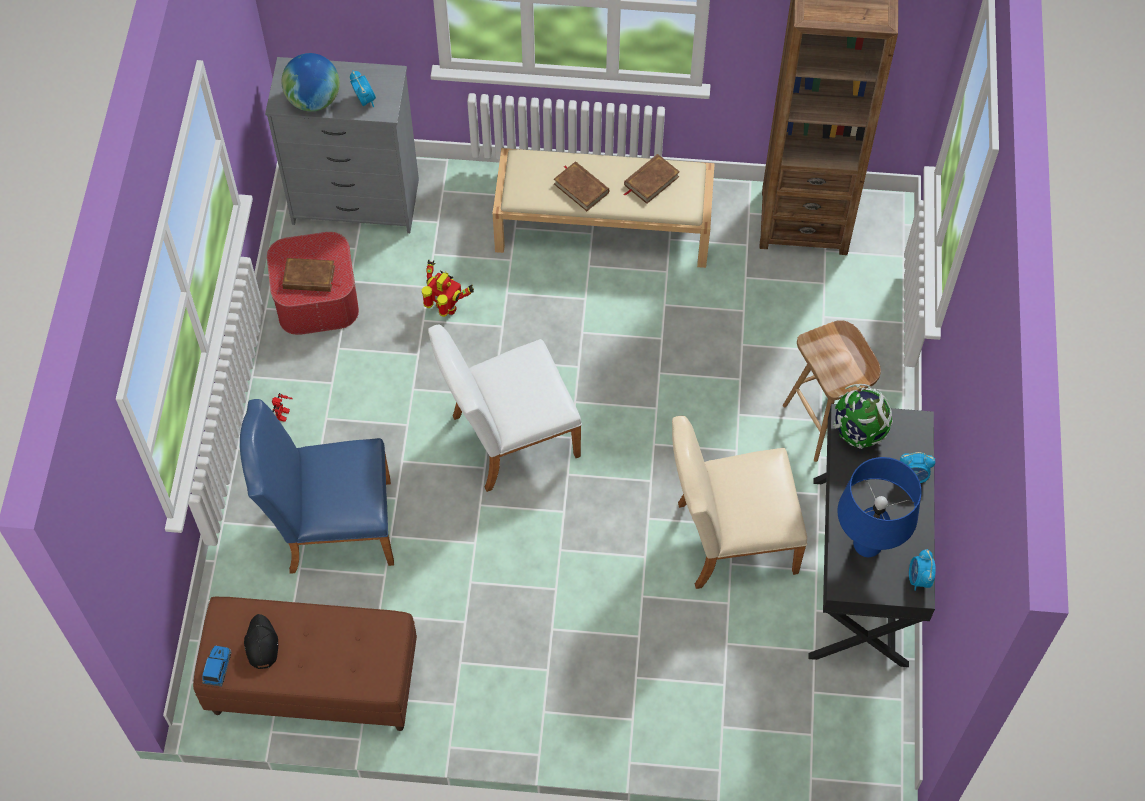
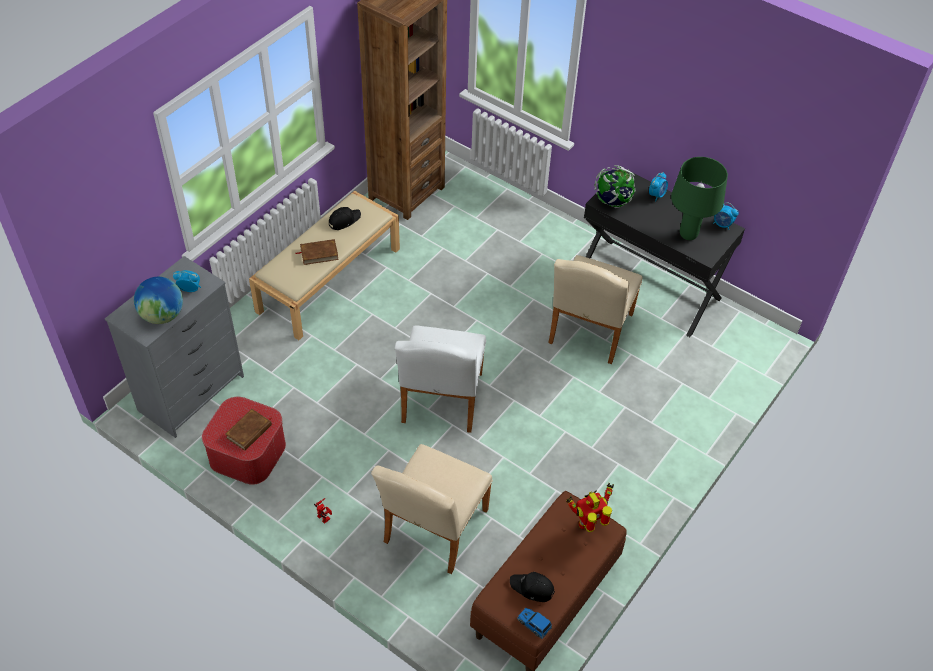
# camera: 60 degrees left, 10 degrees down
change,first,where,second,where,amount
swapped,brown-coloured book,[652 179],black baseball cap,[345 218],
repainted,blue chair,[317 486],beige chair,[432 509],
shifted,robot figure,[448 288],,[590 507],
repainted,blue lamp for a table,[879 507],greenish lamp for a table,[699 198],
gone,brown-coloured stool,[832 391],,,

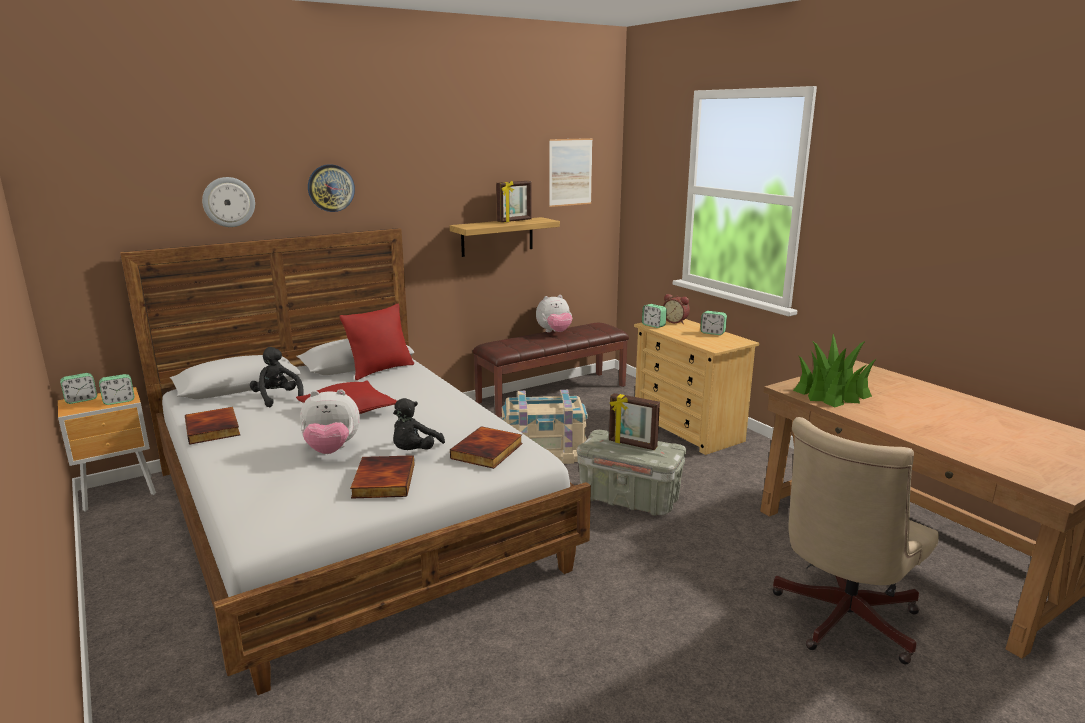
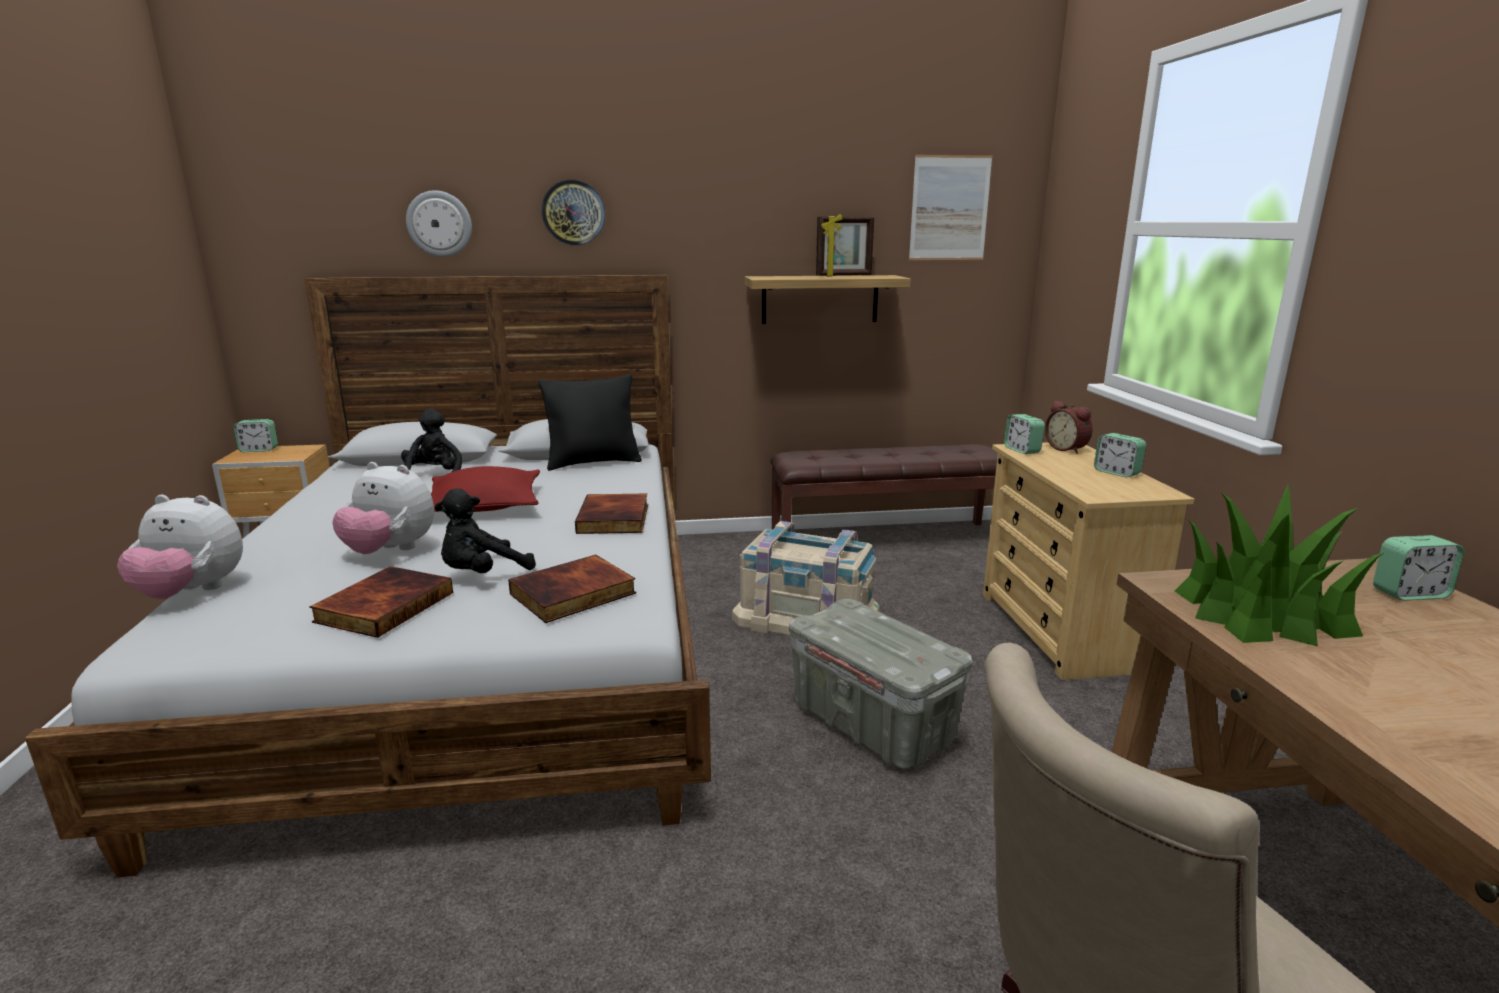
# camera: 25 degrees right, 0 degrees up
change,first,where,second,where,amount
shifted,soft toy,[554 313],,[180 547],
repainted,red throw pillow,[377 341],black throw pillow,[590 422],
shifted,book,[212 426],,[611 514],
shifted,table clock,[116 389],,[1418 568],
gone,photo frame,[634 421],,,

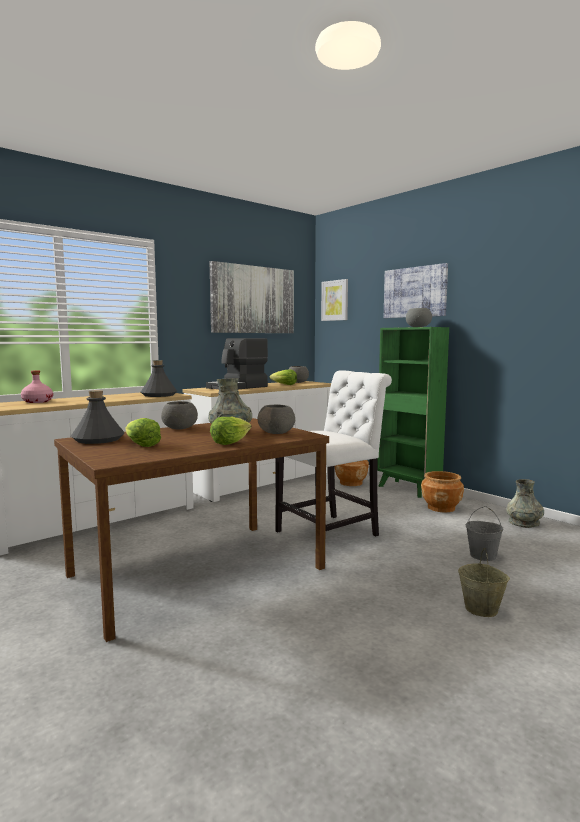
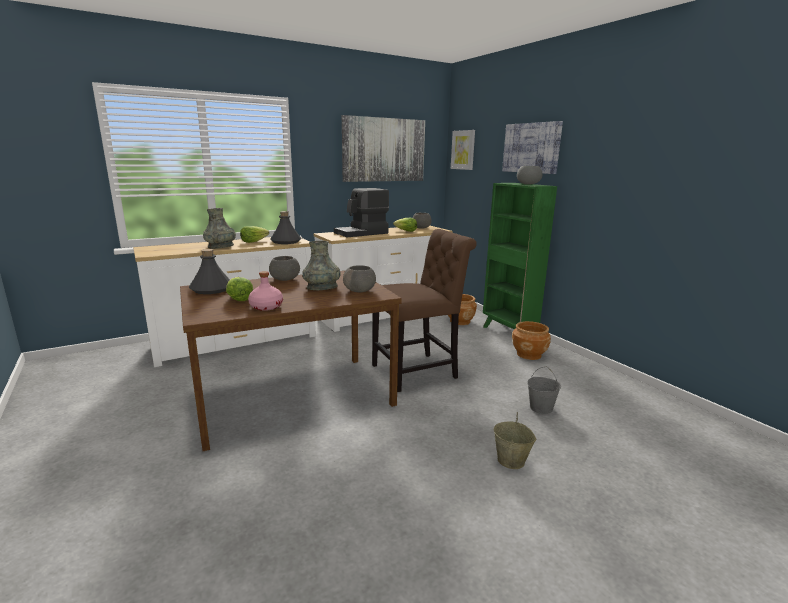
# camera: 10 degrees right, 10 degrees up
change,first,where,second,where,amount
shifted,gray flower vase,[525 503],,[219 228],
shifted,head of lettuce,[231 431],,[254 234],
shifted,pink bottle,[37 386],,[265 291],
repainted,white chair,[333 453],brown-coloured chair,[424 310],

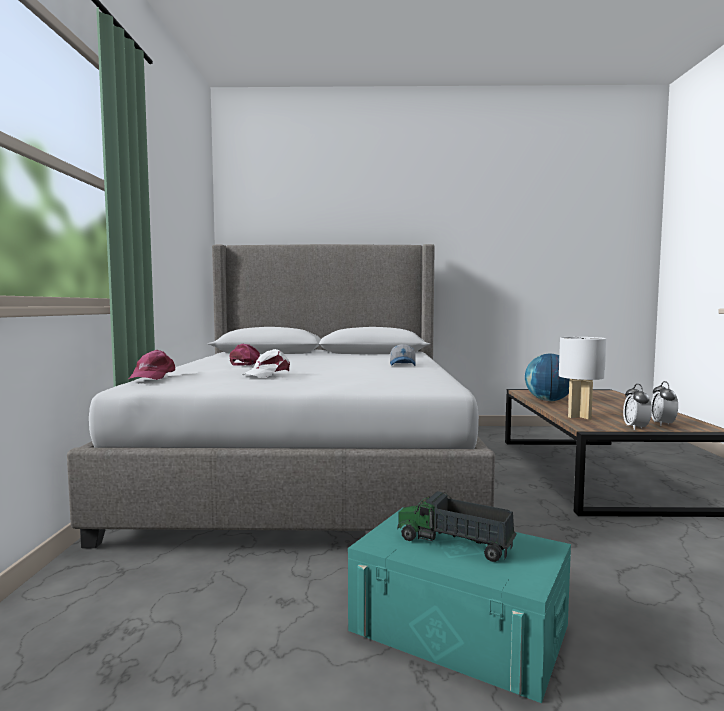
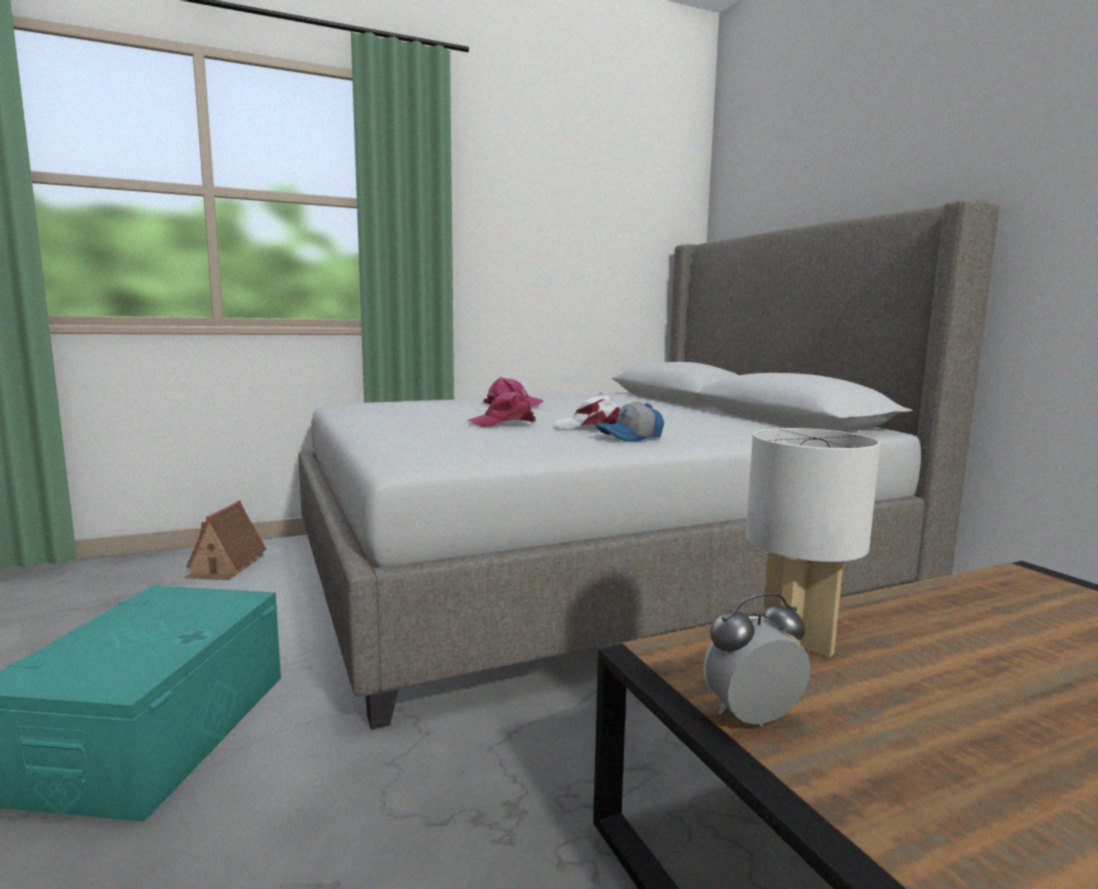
# camera: 65 degrees right, 5 degrees up
change,first,where,second,where,amount
new,,,miniature house,[225 540],
shifted,pink baseball cap,[152 365],,[501 409],
shifted,white baseball cap,[266 363],,[588 412],
gone,model truck,[457 526],,,
gone,desk globe,[547 377],,,
gone,table clock,[664 403],,,

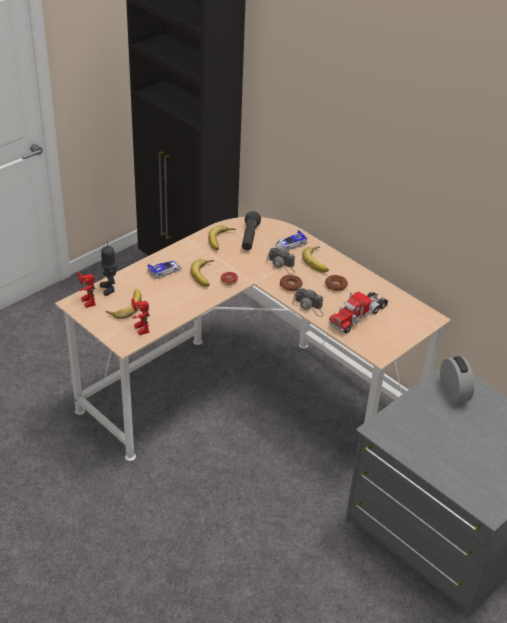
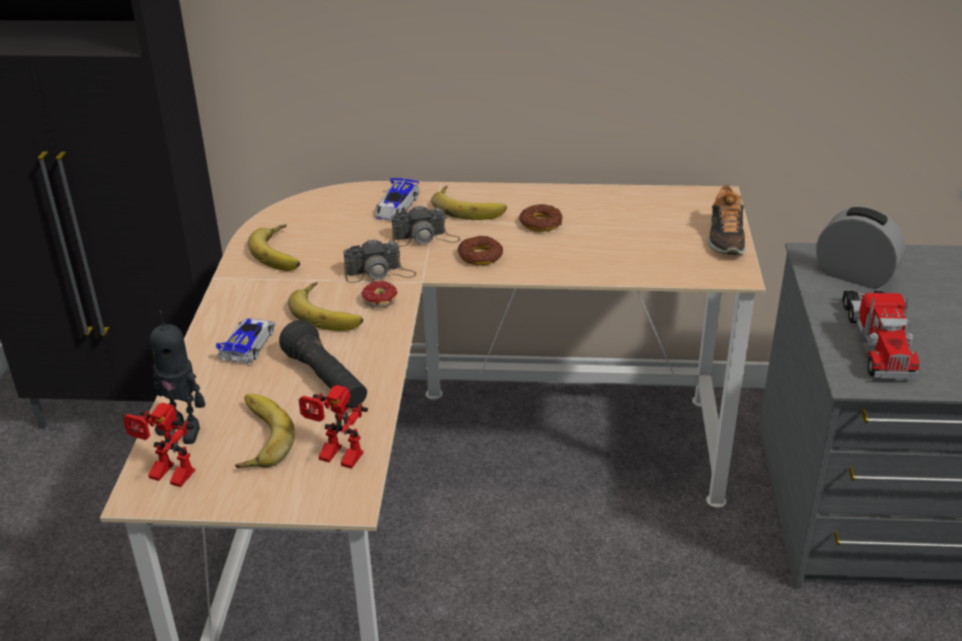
# camera: 40 degrees left, 5 degrees down
change,first,where,second,where,amount
shifted,black flashlight,[251 230],,[323 362],
shifted,still camera,[308 302],,[380 260],
new,,,item of footwear,[727 220],
shifted,model truck,[358 312],,[880 333],

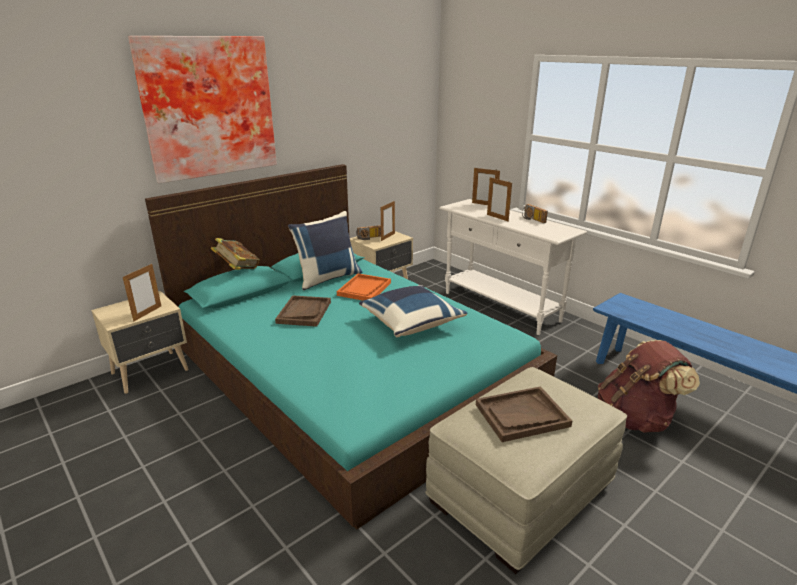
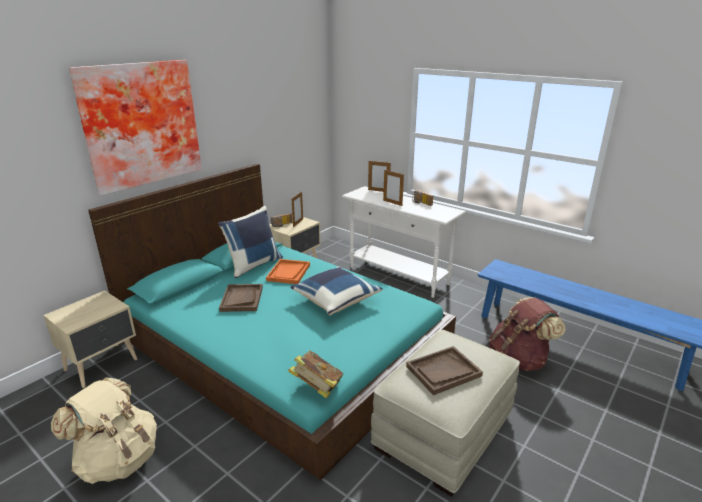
# camera: 10 degrees left, 0 degrees up
change,first,where,second,where,amount
new,,,beige backpack,[104 430],
shifted,book,[235 254],,[315 374],
gone,photo frame,[142 293],,,

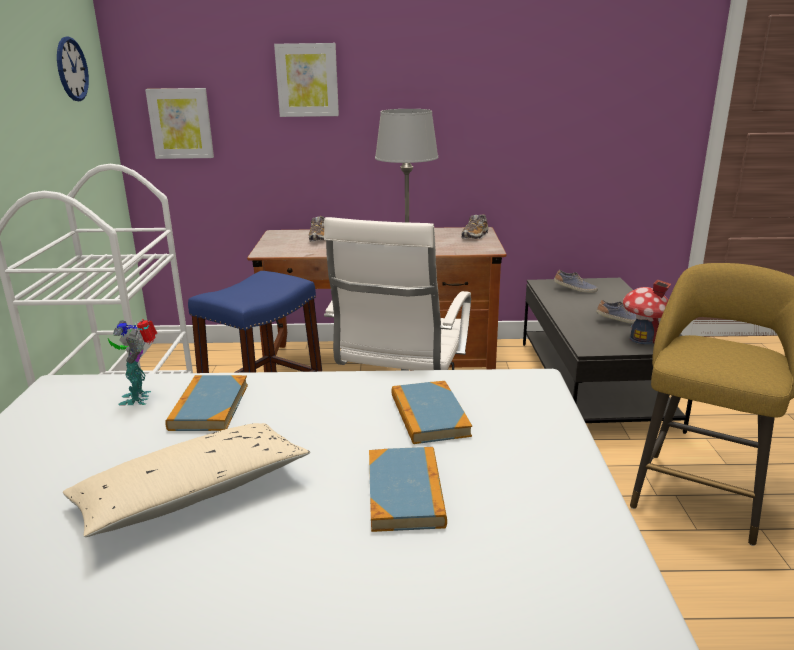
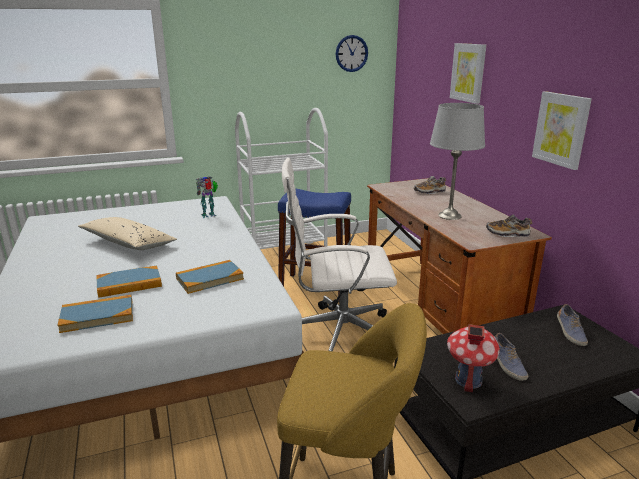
# camera: 70 degrees right, 0 degrees up
change,first,where,second,where,amount
shifted,book,[206 403],,[95 314],
shifted,picture,[179 123],,[562 130],

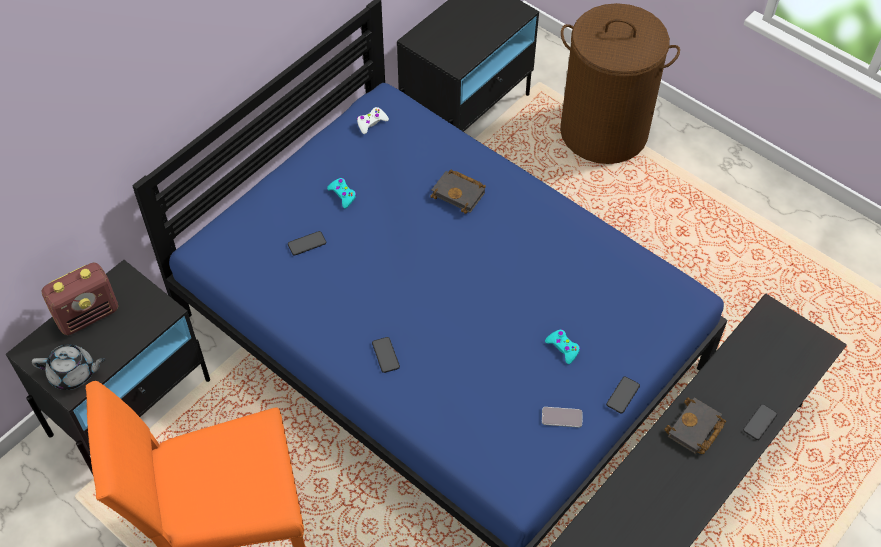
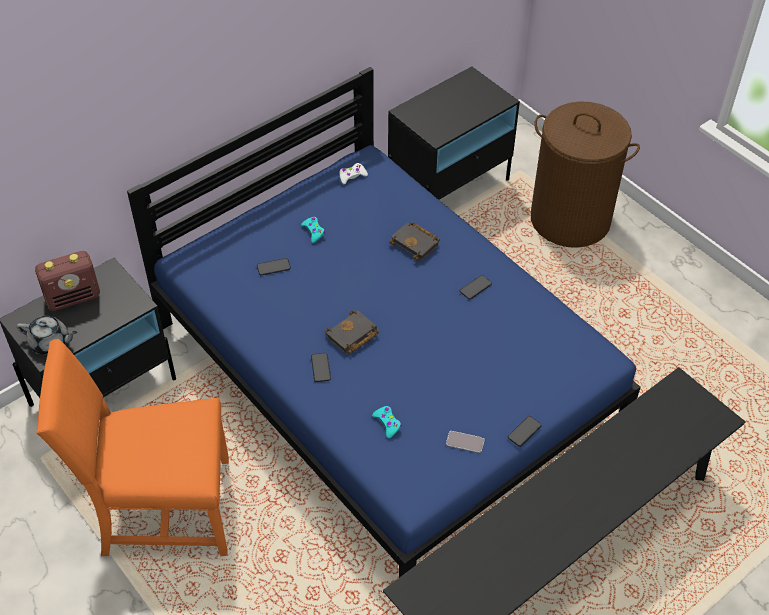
# camera: 10 degrees right, 5 degrees down
change,first,where,second,where,amount
shifted,black book,[695 425],,[352 332],
shifted,turquoise-coloured gamepad,[562 346],,[387 422],
shifted,telephone,[760 422],,[476 287],

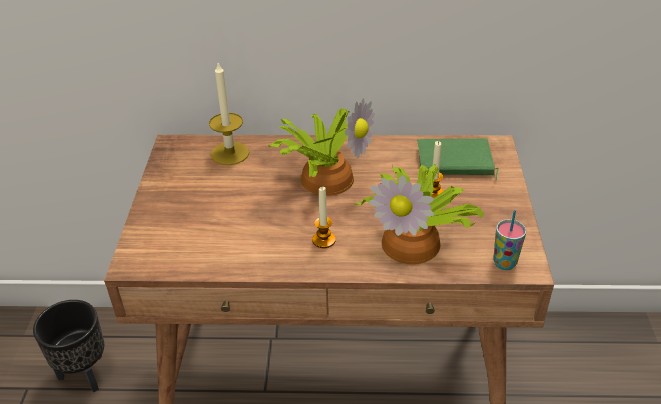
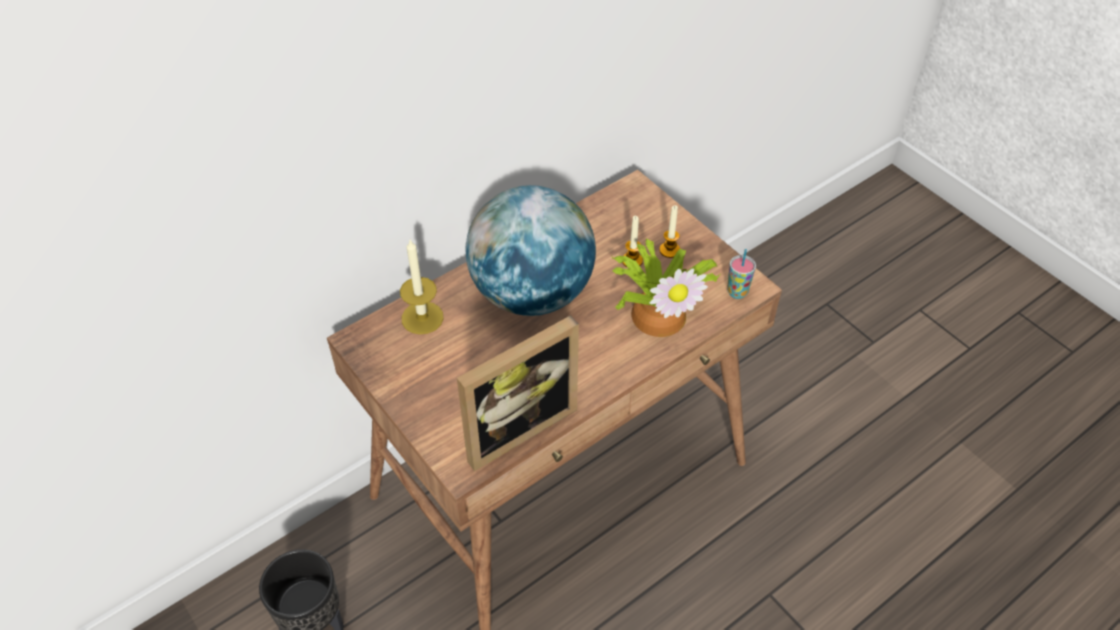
# camera: 40 degrees left, 10 degrees up
change,first,where,second,where,amount
new,,,photo frame,[518 393],
swapped,potted plant,[321 147],desk globe,[530 250],
shifted,candle,[324 217],,[669 231],
gone,greenish book,[458 159],,,

